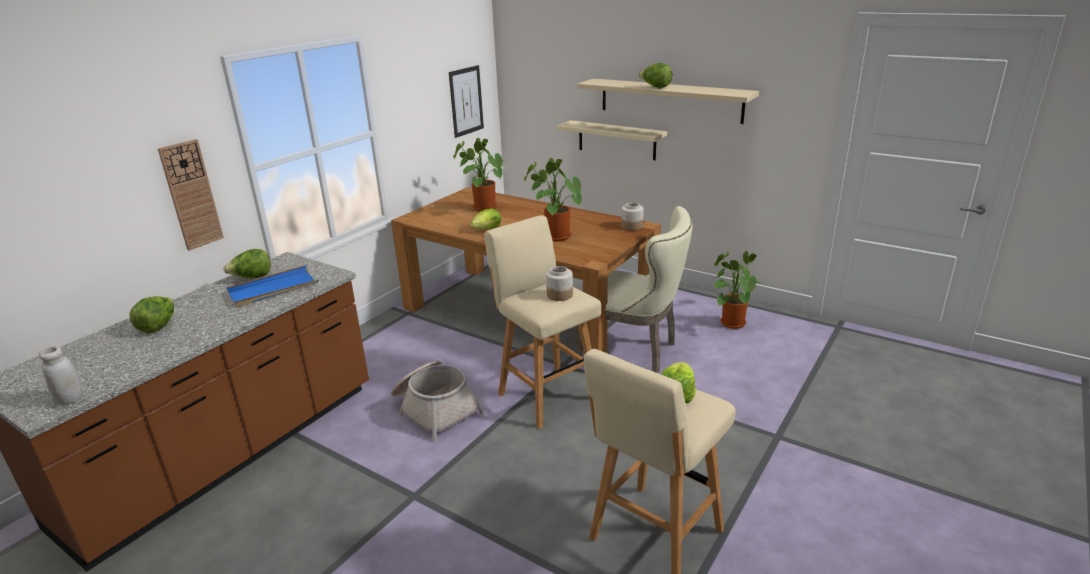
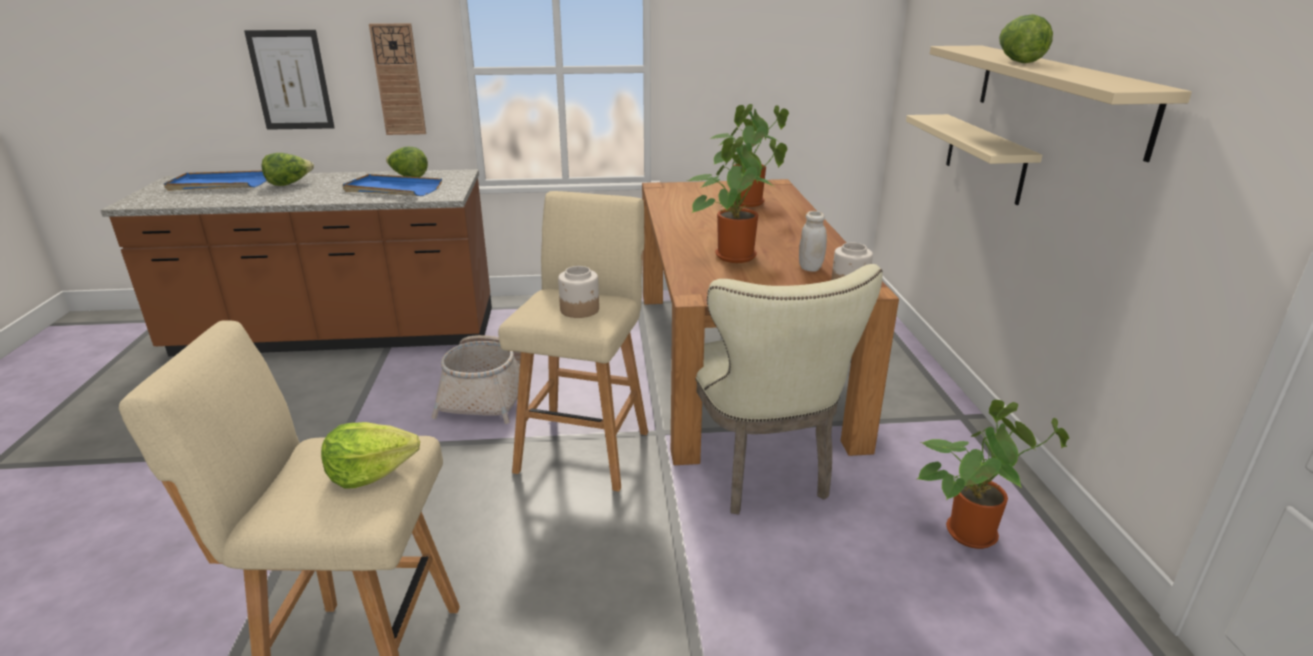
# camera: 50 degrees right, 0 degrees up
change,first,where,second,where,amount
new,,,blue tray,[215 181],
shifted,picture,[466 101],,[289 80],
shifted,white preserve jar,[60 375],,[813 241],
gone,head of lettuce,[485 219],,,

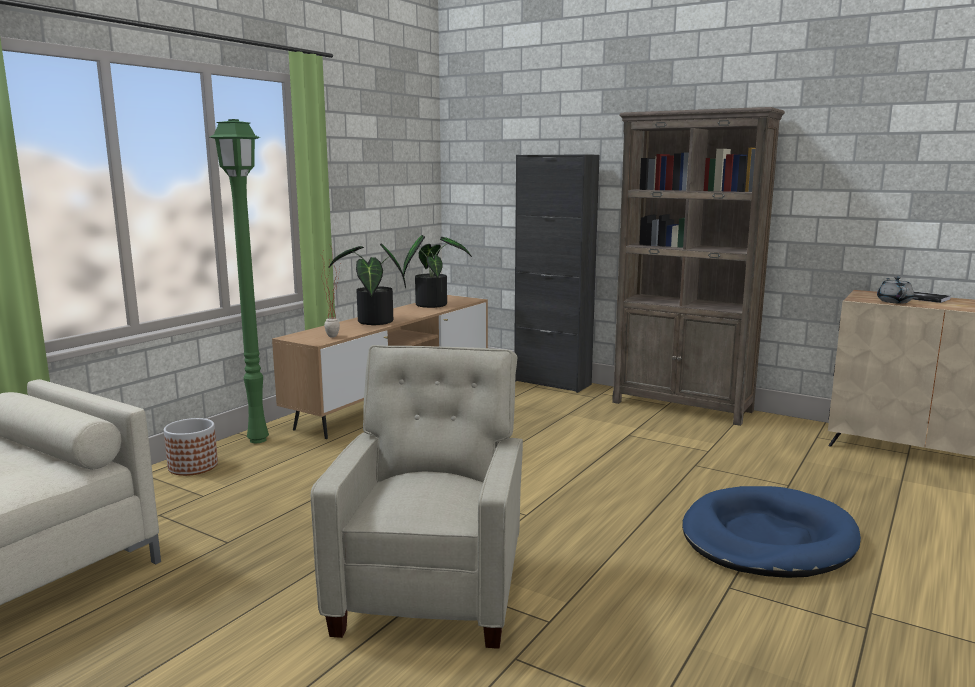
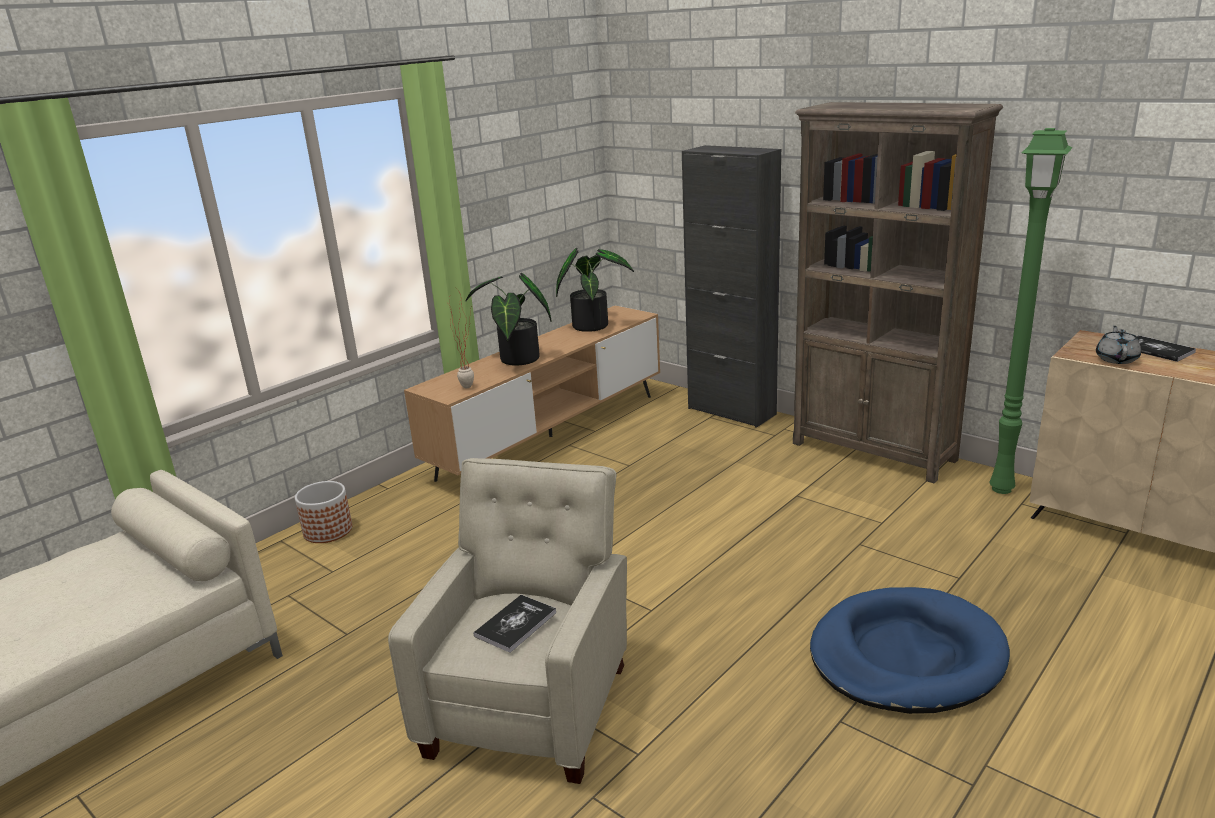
# camera: 10 degrees right, 10 degrees up
change,first,where,second,where,amount
new,,,book,[515 624],
shifted,greenish standard lamp,[239 281],,[1030 311],

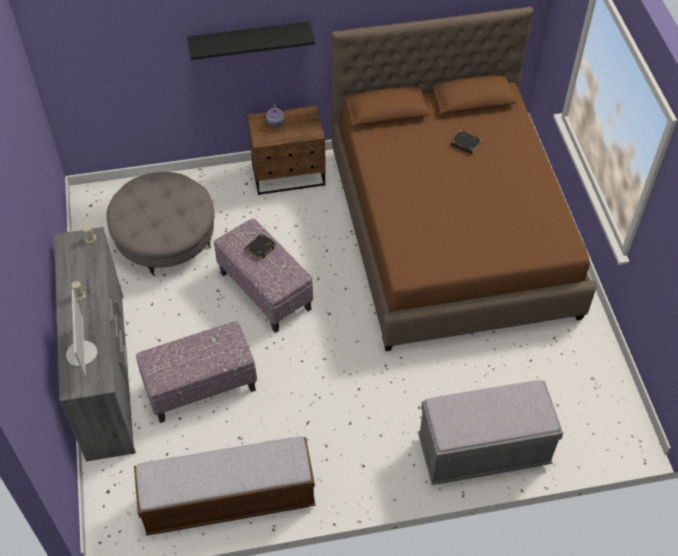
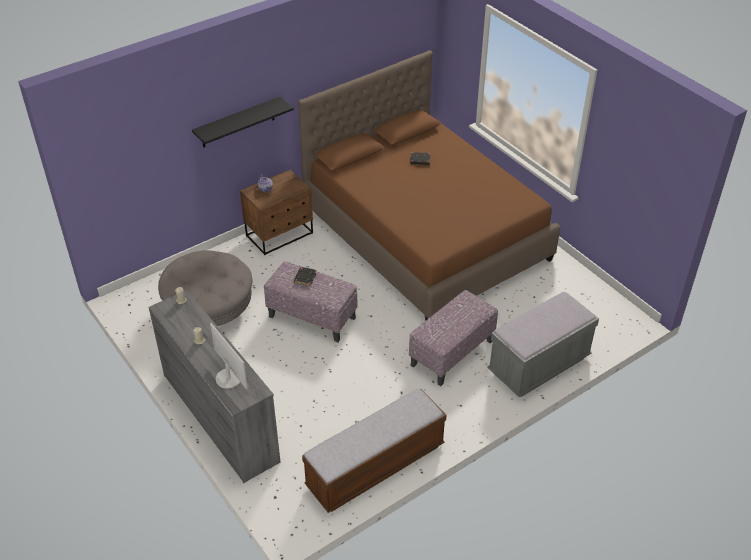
# camera: 25 degrees left, 10 degrees down
change,first,where,second,where,amount
shifted,footrest,[196 372],,[453 338],

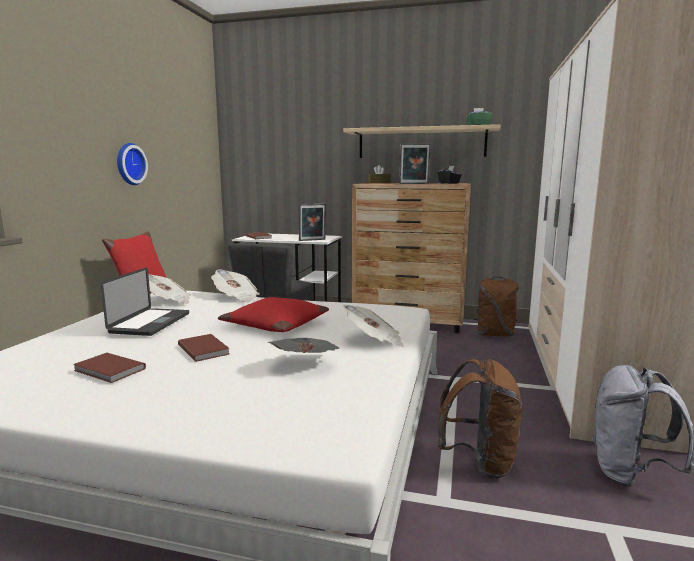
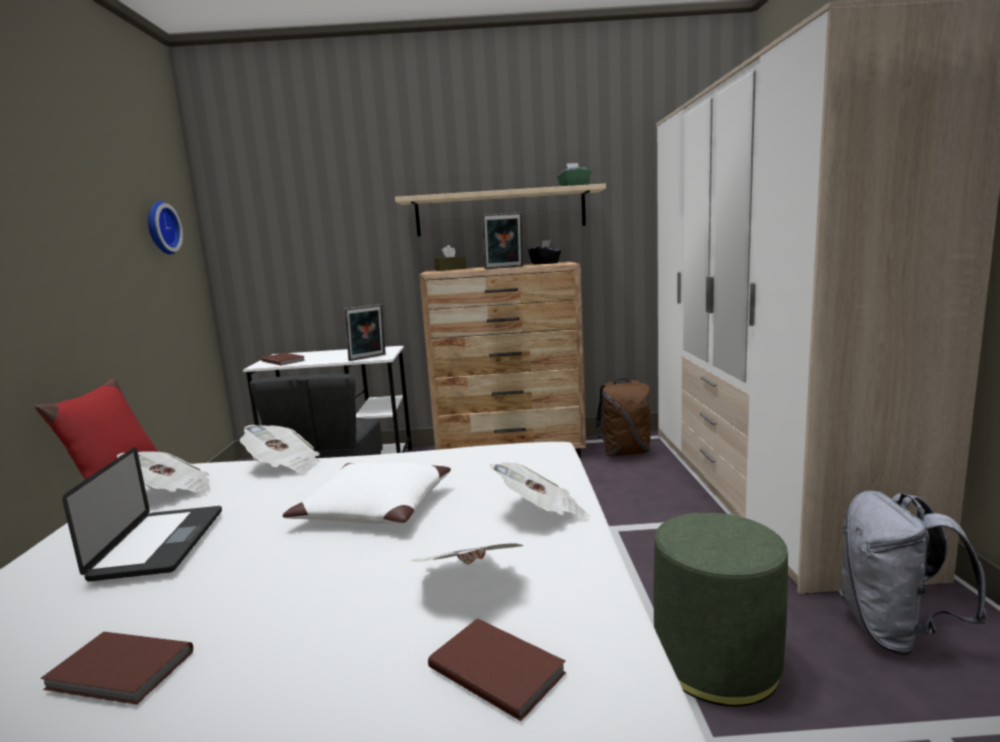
# camera: 15 degrees left, 0 degrees up
change,first,where,second,where,amount
shifted,hanging clock,[132 164],,[165 227],
repainted,red throw pillow,[273 314],white throw pillow,[366 493],
shifted,brown-coloured book,[204 348],,[497 669],
swapped,brown-coloured backpack,[480 419],greenish footrest,[721 609],

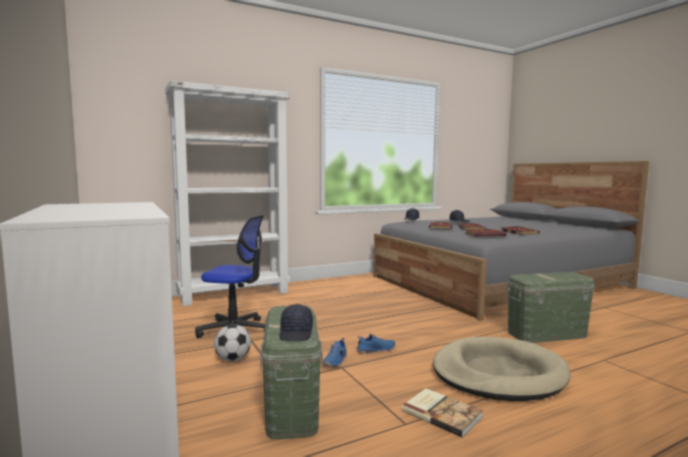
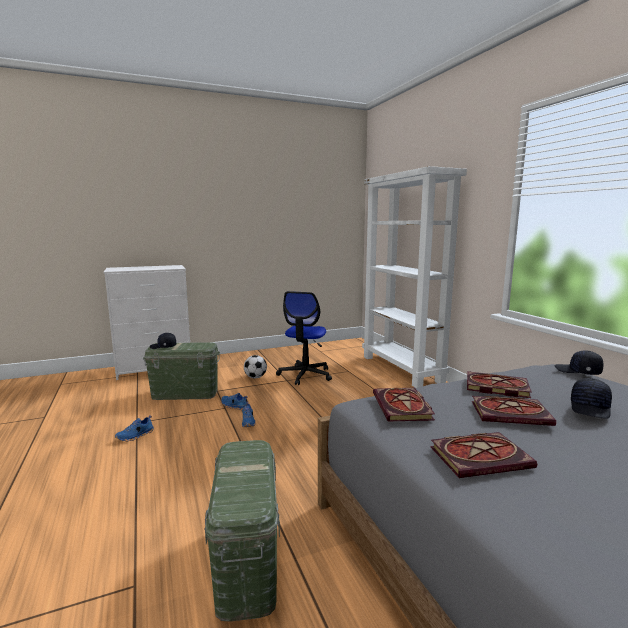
# camera: 95 degrees right, 5 degrees up
change,first,where,second,where,amount
swapped,book,[442 413],blue item of footwear,[134 428],
gone,beige dog bed,[502 369],,,

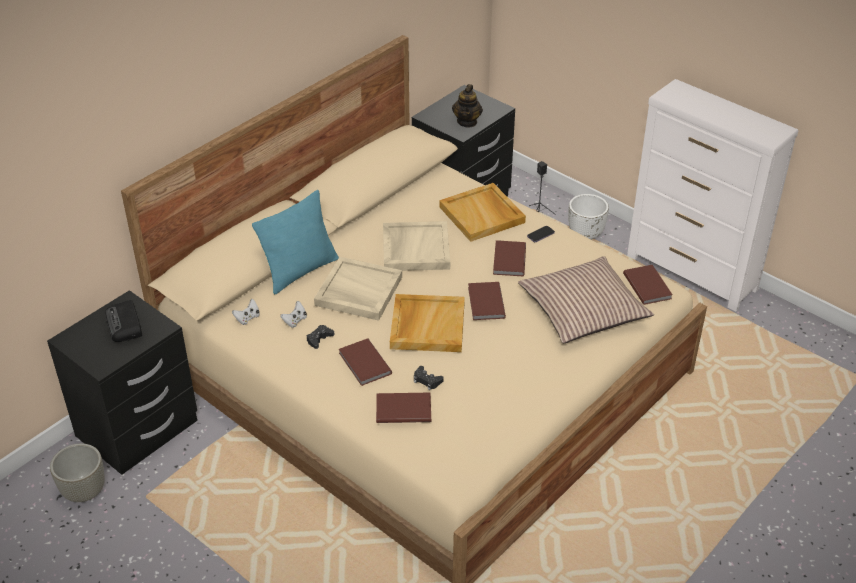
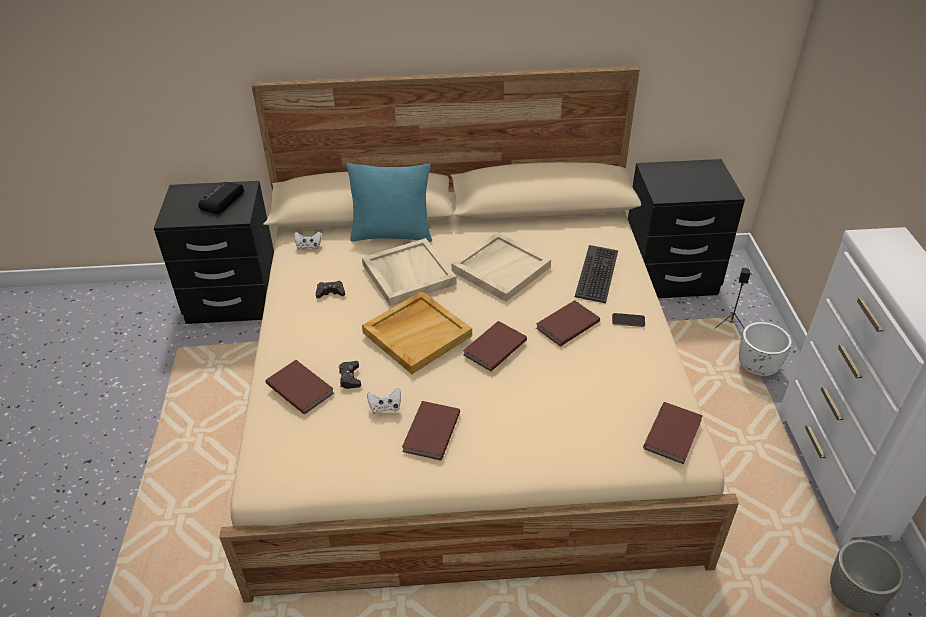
# camera: 45 degrees right, 0 degrees up
change,first,where,second,where,amount
shifted,white gamepad,[293 314],,[384 401],
shifted,brown-coloured book,[365 362],,[431 431],
swapped,beige tray,[482 212],keyboard,[596 274],
shifted,gray flower pot,[77 472],,[867 576],
gone,teapot,[467 106],,,
gone,throw pillow,[586 299],,,

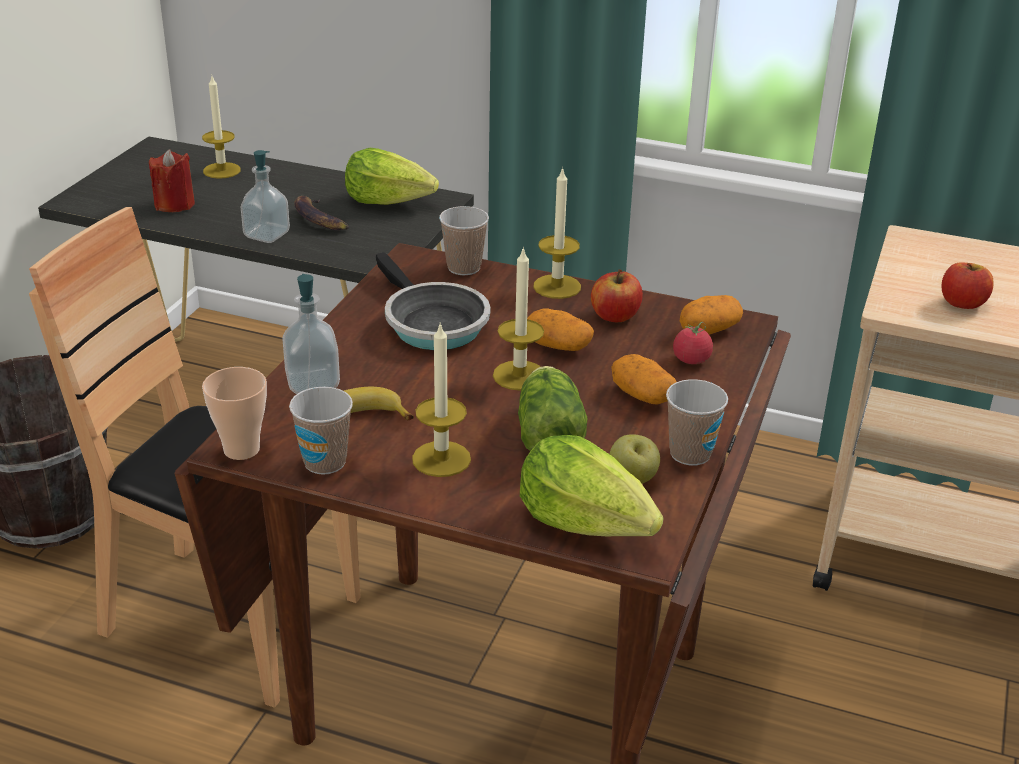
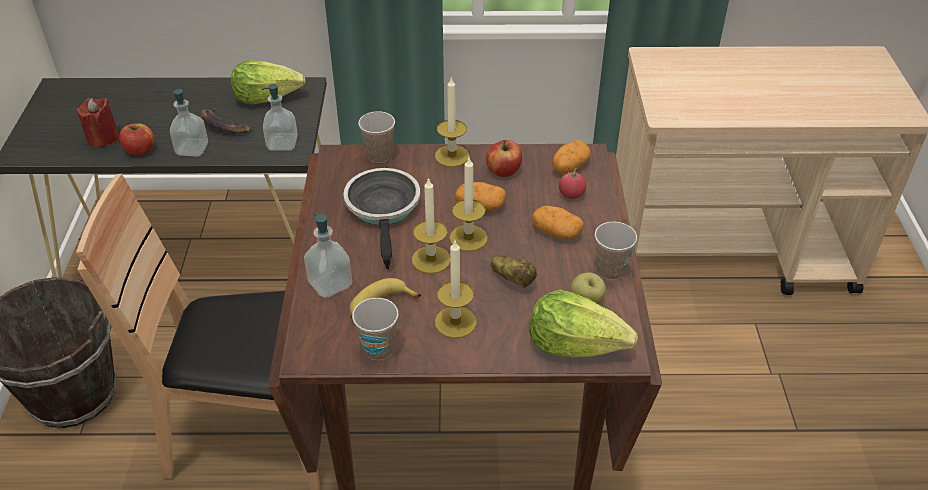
# camera: 20 degrees left, 10 degrees up
change,first,where,second,where,amount
shifted,apple,[968 285],,[136 139],
new,,,soap bottle,[279 117],
rotated,skillet,[432 301],,[381 218],135 degrees counterclockwise
shifted,candle,[221 126],,[431 225],
swapped,head of lettuce,[553 408],spud,[514 272],
gone,drinking cup,[234 413],,,

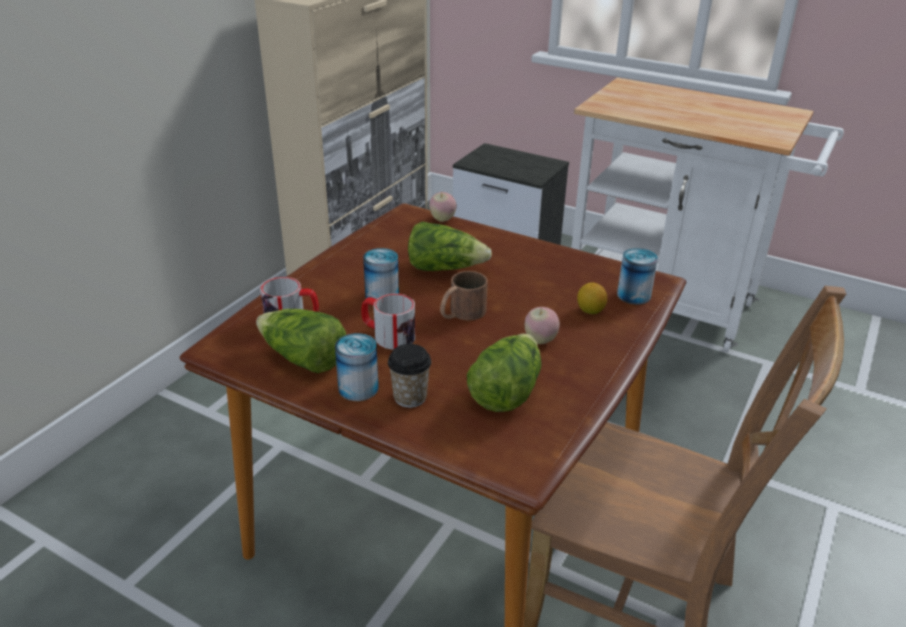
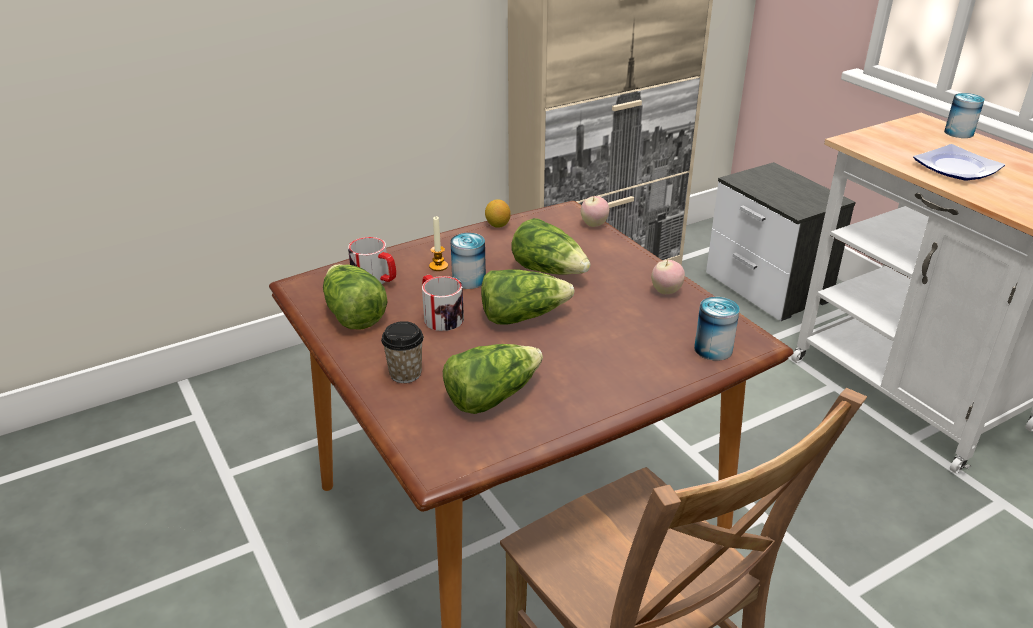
# camera: 30 degrees right, 0 degrees up
change,first,where,second,where,amount
new,,,candle,[438 243],
swapped,brown-coloured mug,[464 295],head of lettuce,[528 297],
shifted,whole lemon,[592 298],,[498 213],
shifted,apple,[542 325],,[668 277],
new,,,flat dish,[959 162],
shifted,can,[357 367],,[964 115],

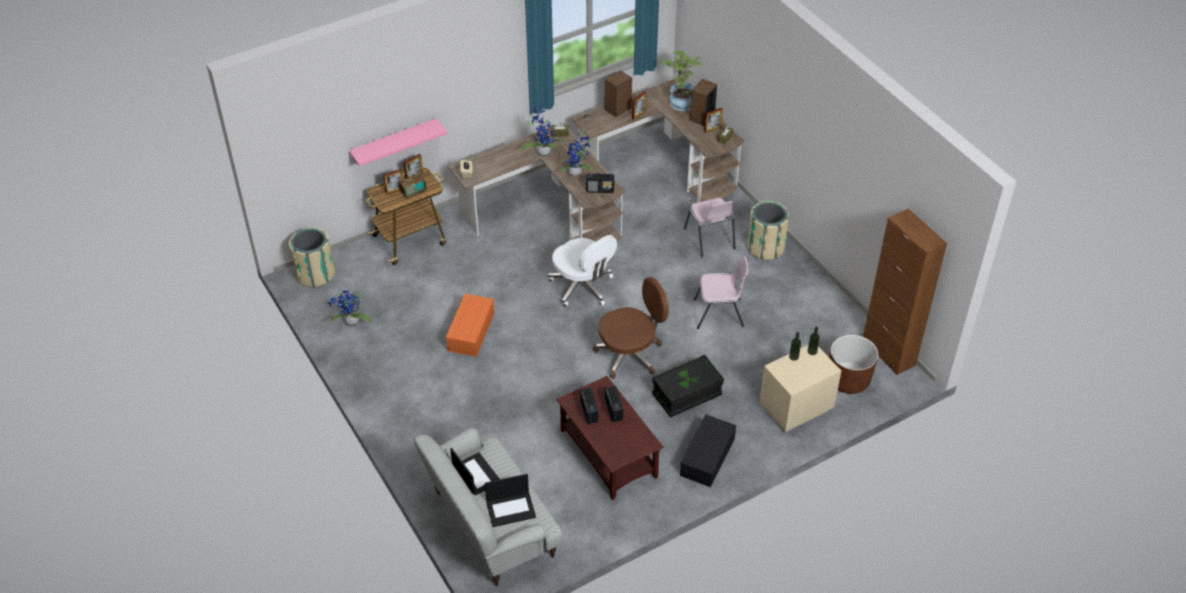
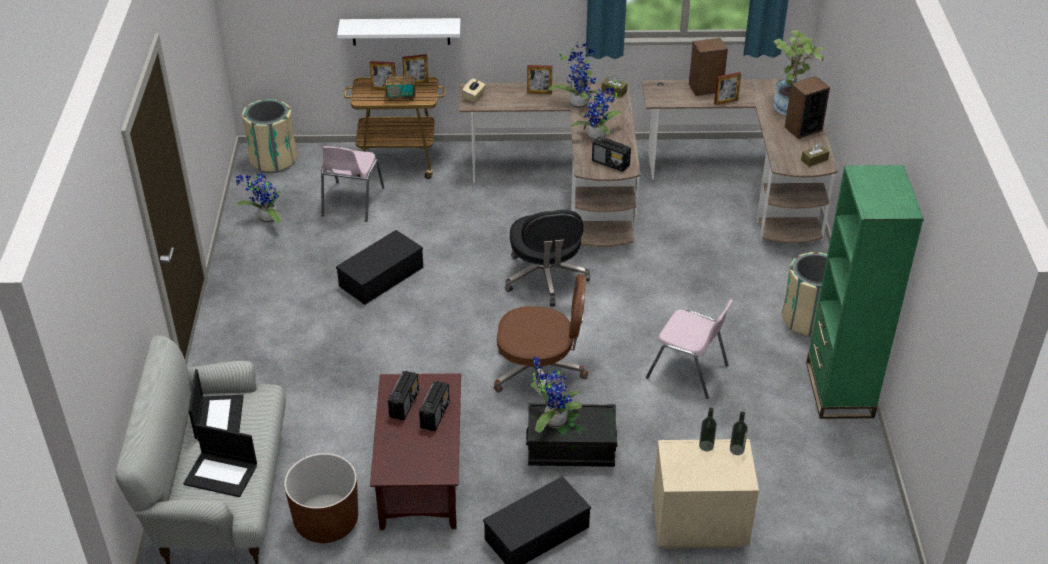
# camera: 30 degrees right, 5 degrees down
change,first,where,second,where,amount
shifted,brown-coloured flower pot,[854 364],,[321 498],
shifted,pink chair,[709 227],,[352 184],
repainted,orange-coloured storage bin,[469 325],black storage bin,[379 267],
repainted,pink wall shelf,[398 142],white wall shelf,[399 32],
repainted,white desk chair,[582 271],black desk chair,[547 258],
shifted,photo frame,[713 120],,[539 79],
new,,,potted plant,[556 394],
new,,,greenish shelving unit,[865 292],
gone,brown-coloured storage cabinet,[905 291],,,

